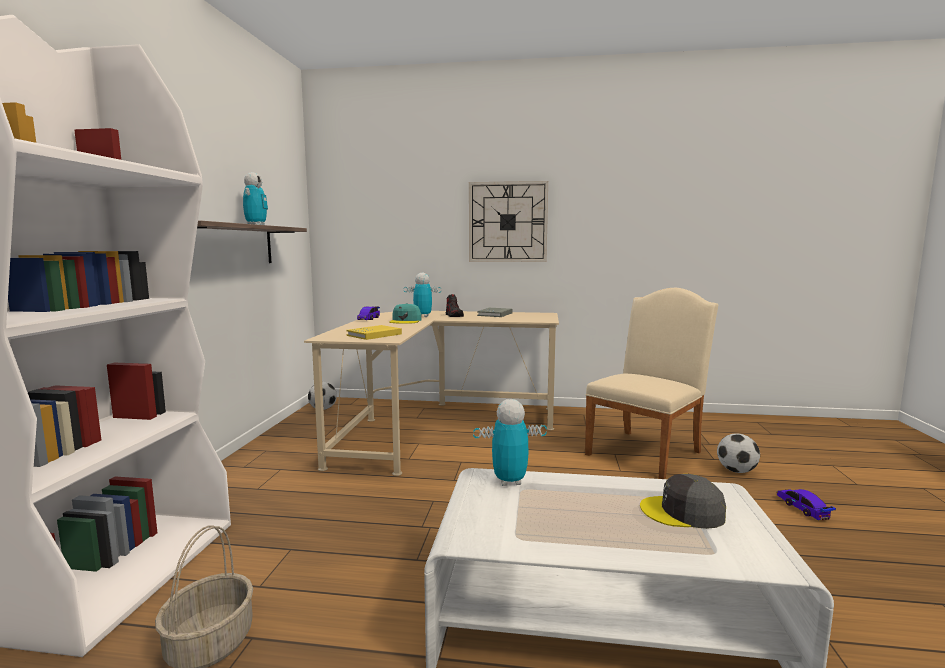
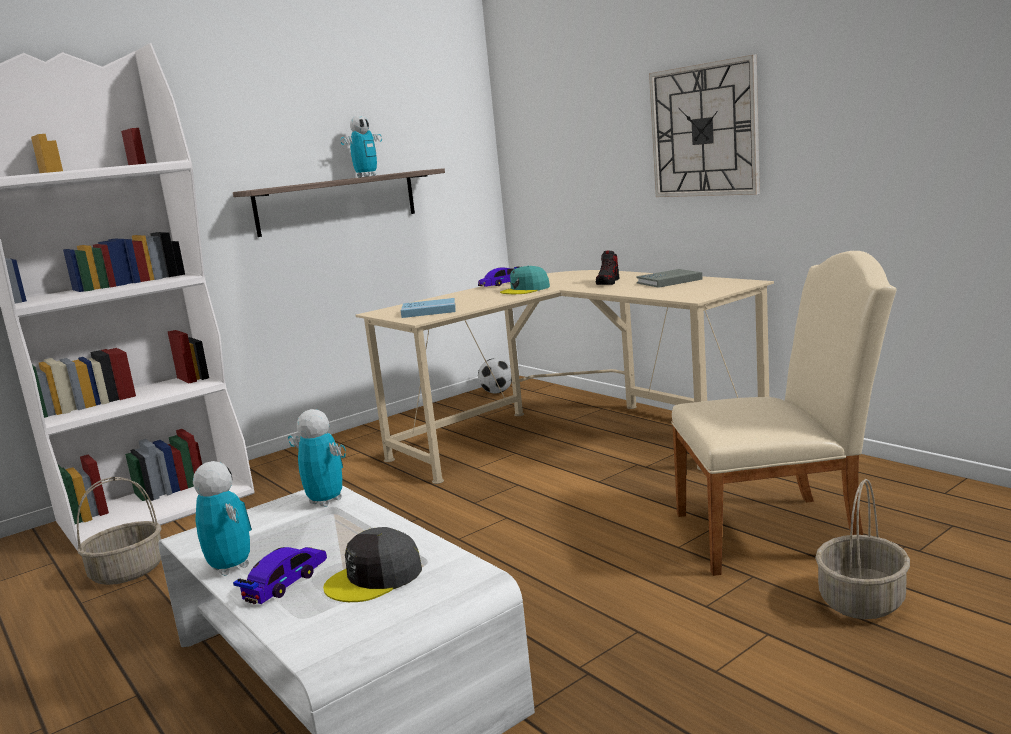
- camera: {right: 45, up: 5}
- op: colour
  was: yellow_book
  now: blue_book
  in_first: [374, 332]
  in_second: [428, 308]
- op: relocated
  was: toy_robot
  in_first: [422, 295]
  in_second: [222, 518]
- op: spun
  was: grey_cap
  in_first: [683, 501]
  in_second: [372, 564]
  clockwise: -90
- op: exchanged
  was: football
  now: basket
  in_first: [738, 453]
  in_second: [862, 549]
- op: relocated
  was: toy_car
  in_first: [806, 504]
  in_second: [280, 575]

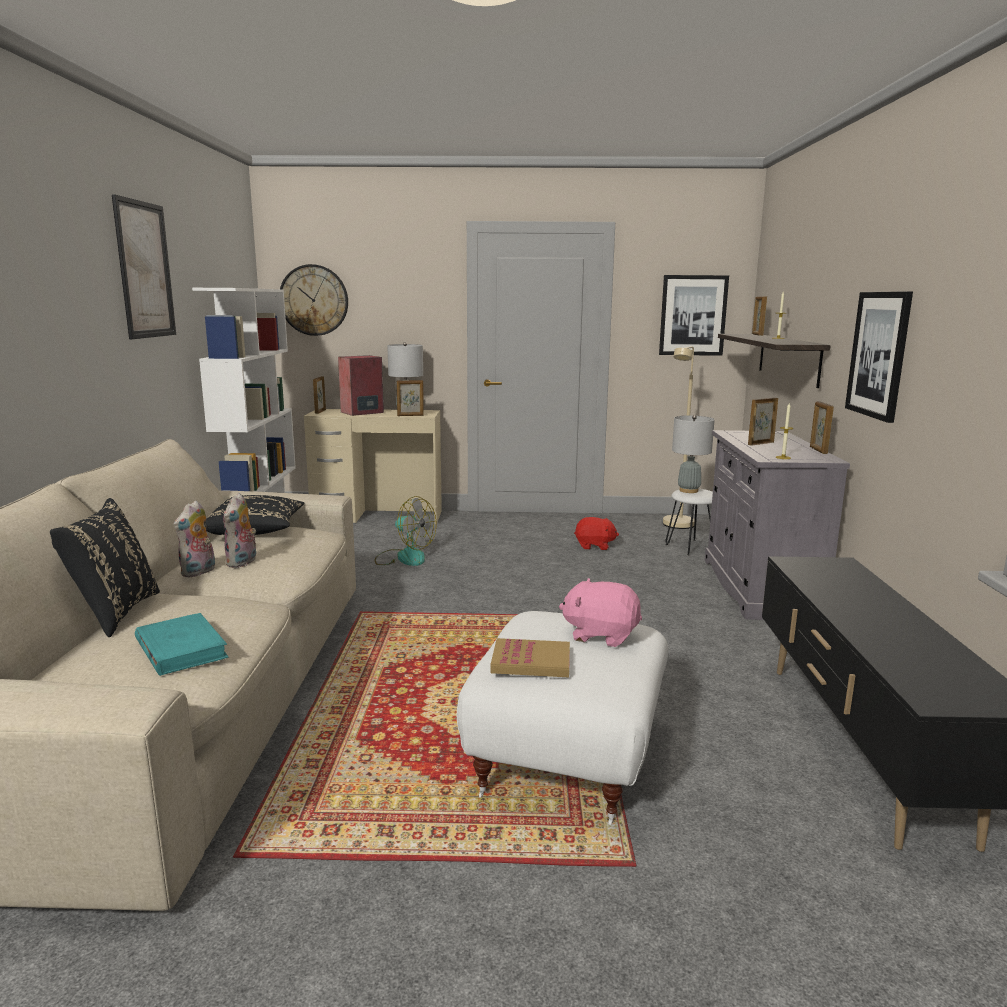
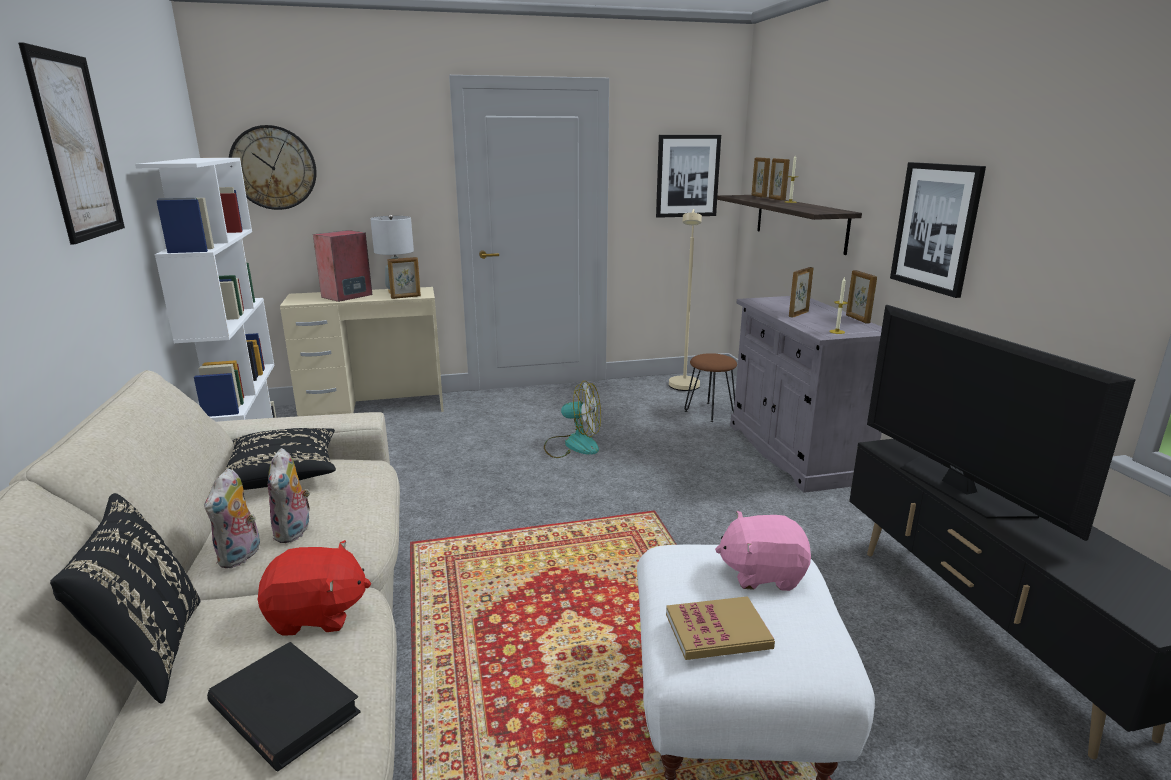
- camera: {right: -15, up: 5}
- op: colour
  was: turquoise_book
  now: black_book
  in_first: [181, 644]
  in_second: [284, 706]
- op: relocated
  was: picture_frame
  in_first: [319, 395]
  in_second: [779, 179]
- op: relocated
  was: fan
  in_first: [405, 531]
  in_second: [572, 419]
- op: relocated
  was: red_plush_toy
  in_first: [596, 533]
  in_second: [314, 588]
- op: colour
  was: white_stool
  now: brown_stool
  in_first: [689, 522]
  in_second: [710, 387]
- op: missing
  was: grey_table_lamp
  in_first: [693, 454]
- op: appeared
  now: television
  in_second: [1001, 423]

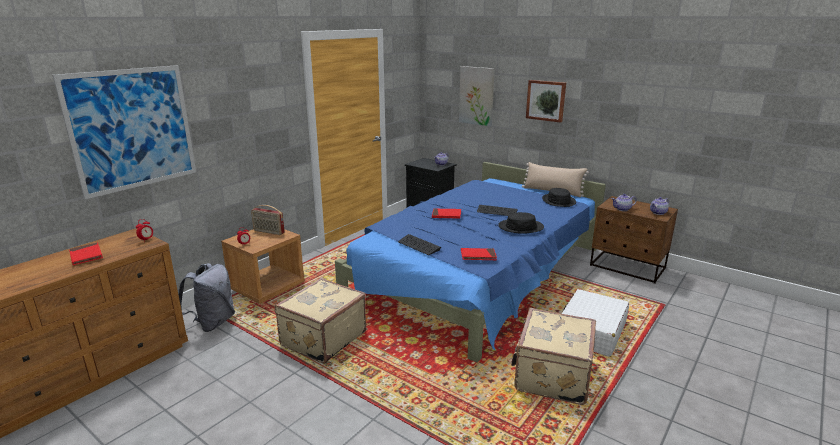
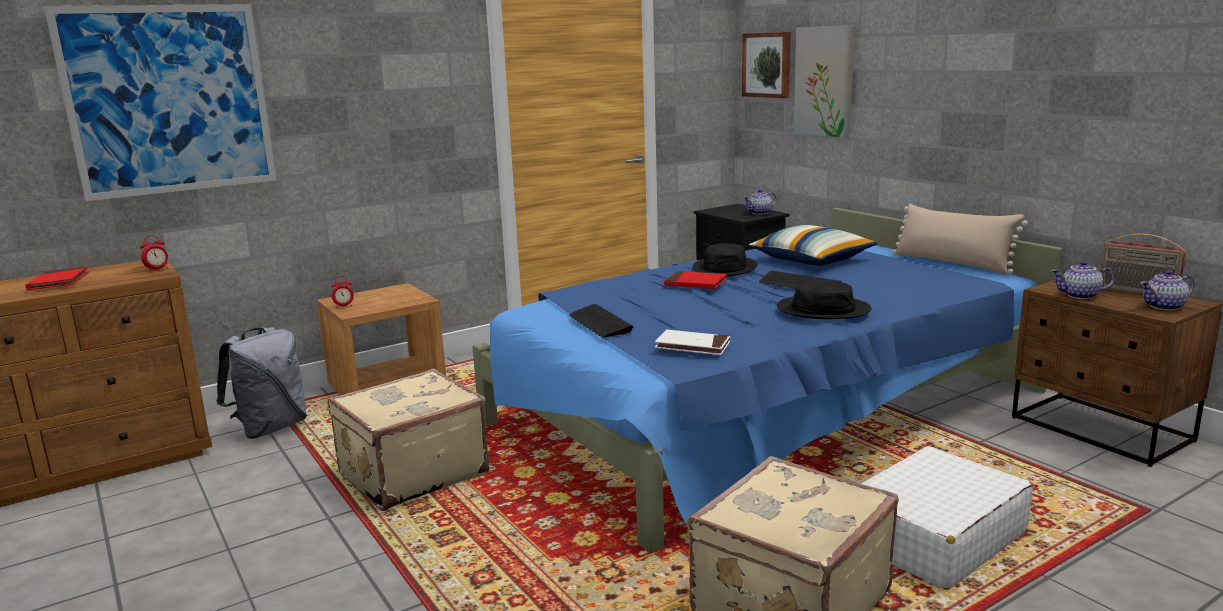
- camera: {right: 20, up: -5}
- op: relocated
  was: radio
  in_first: [268, 220]
  in_second: [1143, 264]
- op: colour
  was: red_book
  now: white_book
  in_first: [479, 254]
  in_second: [692, 342]
- op: relocated
  was: picture
  in_first: [546, 101]
  in_second: [766, 65]
- op: relocated
  was: black_hat
  in_first: [559, 197]
  in_second: [724, 259]
- op: appeared
  now: pillow
  in_second: [813, 245]

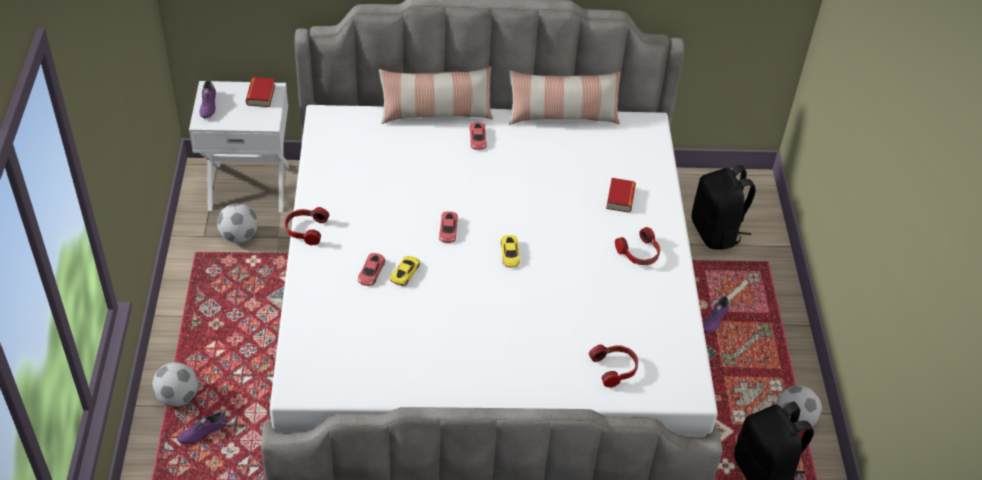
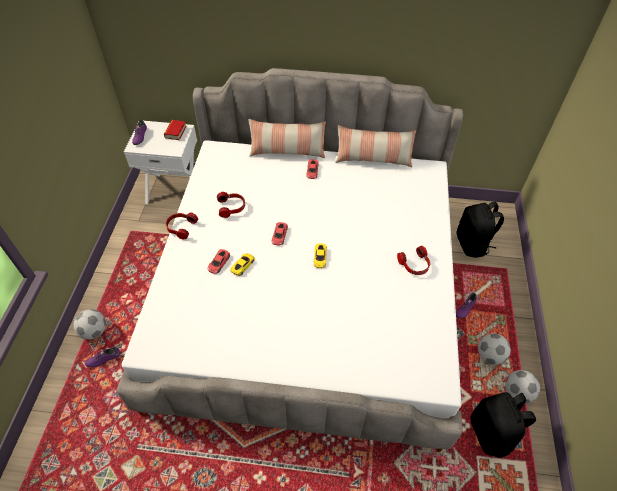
- camera: {right: 10, up: 5}
- op: relocated
  was: football
  in_first: [237, 223]
  in_second: [494, 349]
- op: relocated
  was: headphones
  in_first: [613, 366]
  in_second: [231, 205]
- op: missing
  was: book
  in_first: [621, 195]

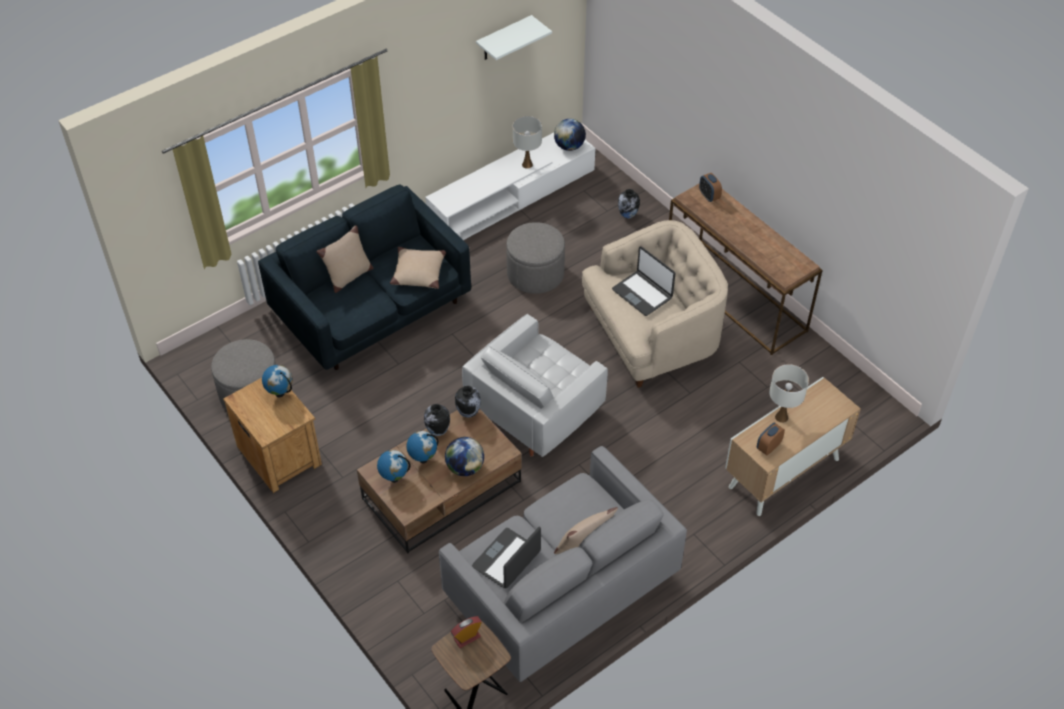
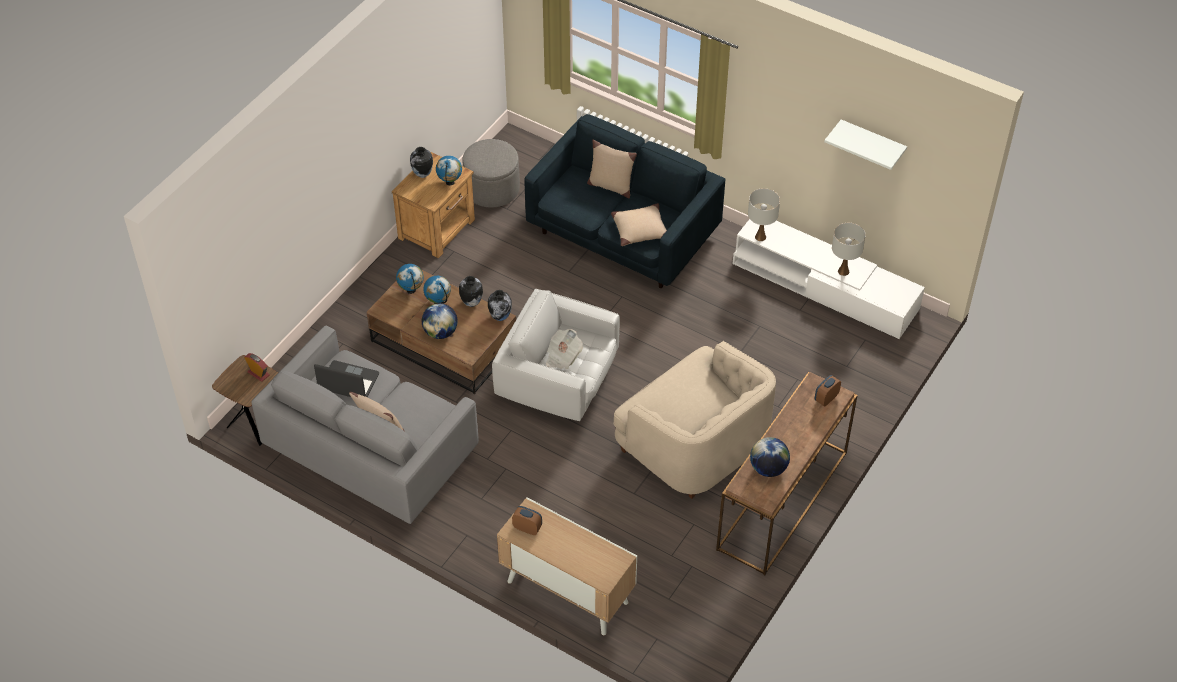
- camera: {right: 70, up: 0}
- op: missing
  was: grey_ottoman
  in_first: [535, 258]
- op: relocated
  was: globe
  in_first: [570, 135]
  in_second: [770, 457]
- op: missing
  was: laptop
  in_first: [644, 281]
- op: relocated
  was: vase
  in_first: [629, 204]
  in_second: [421, 162]
- op: relocated
  was: white_table_lamp
  in_first: [789, 393]
  in_second: [764, 214]
- op: appeared
  now: newspaper
  in_second: [564, 349]

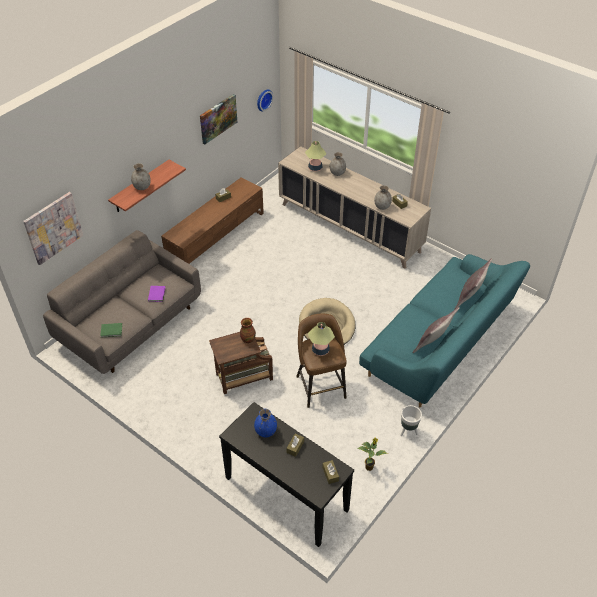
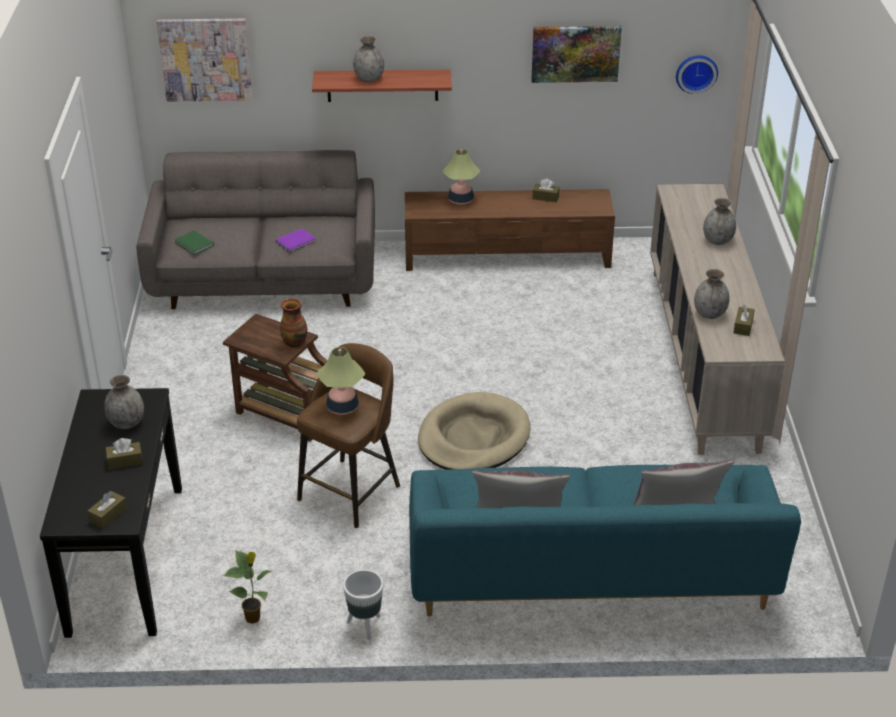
- camera: {right: 50, up: -10}
- op: colour
  was: blue_vase
  now: grey_vase
  in_first: [265, 423]
  in_second: [124, 402]
- op: relocated
  was: table_lamp
  in_first: [315, 156]
  in_second: [461, 177]

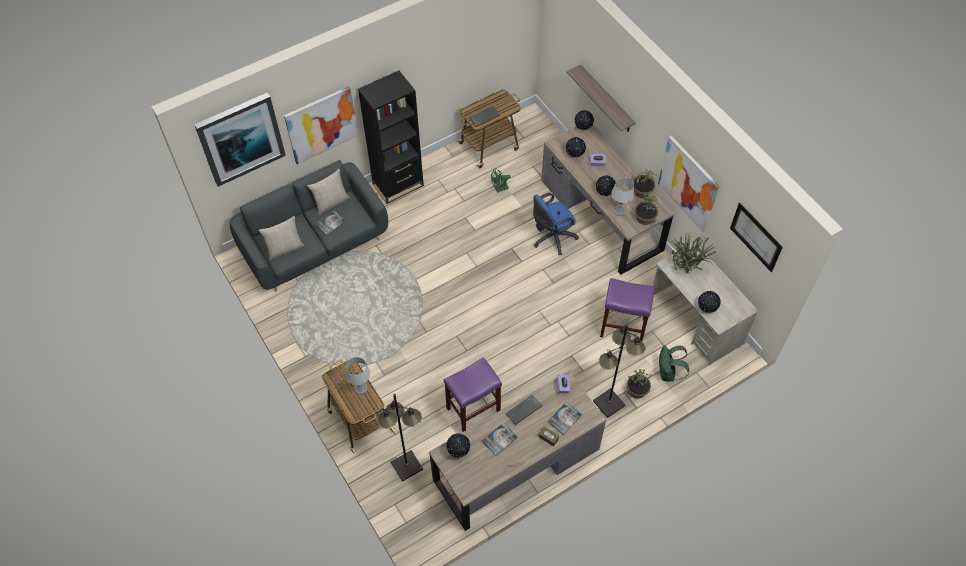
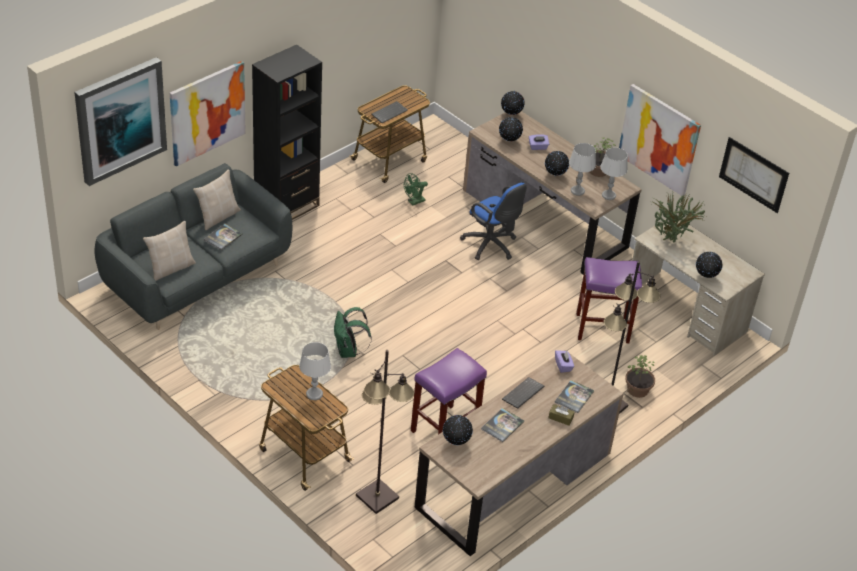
- camera: {right: -15, up: -15}
- op: spun
  was: blue_office_chair
  in_first: [556, 224]
  in_second: [493, 221]
  clockwise: -90
- op: missing
  was: shelf
  in_first: [601, 98]
- op: exchanged
  was: potted_plant
  now: grey_table_lamp
  in_first: [646, 208]
  in_second: [614, 173]
- op: relocated
  was: green_backpack
  in_first: [674, 363]
  in_second: [353, 332]

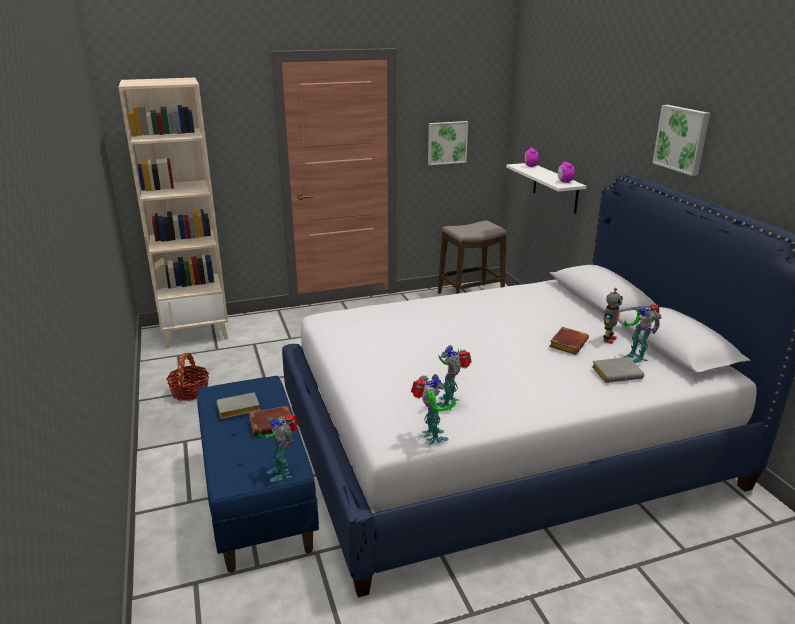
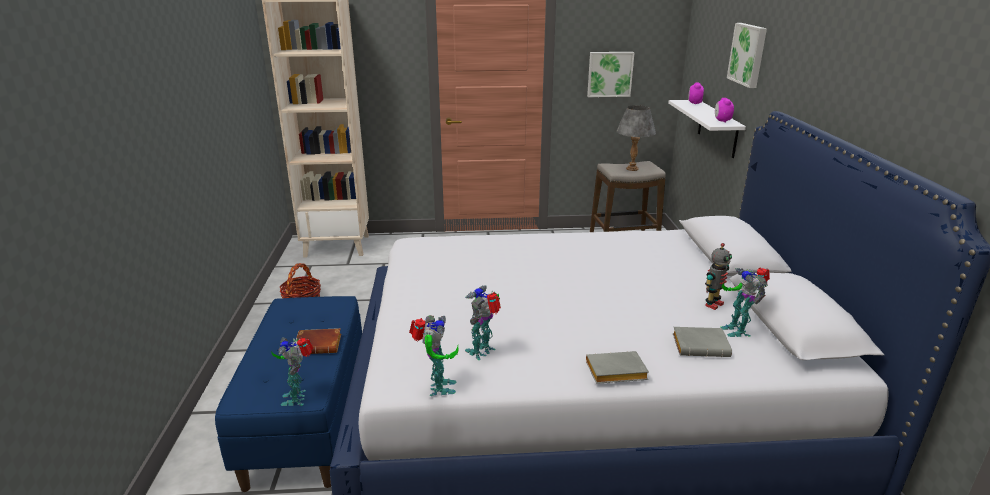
- camera: {right: 15, up: 0}
- op: relocated
  was: grey_book
  in_first: [238, 405]
  in_second: [617, 367]
- op: missing
  was: brown_book
  in_first: [569, 341]
- op: relocated
  was: picture
  in_first: [681, 140]
  in_second: [747, 55]
- op: appeared
  now: grey_table_lamp
  in_second: [636, 138]

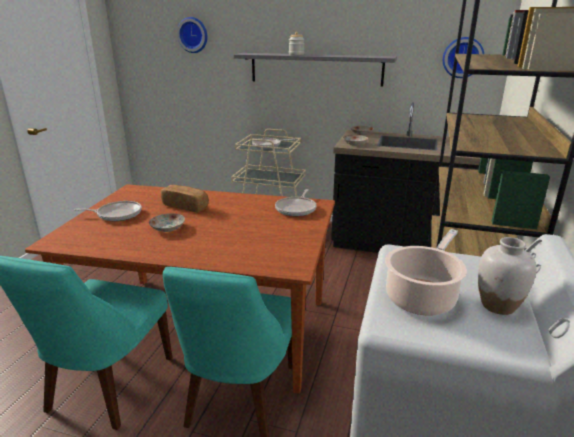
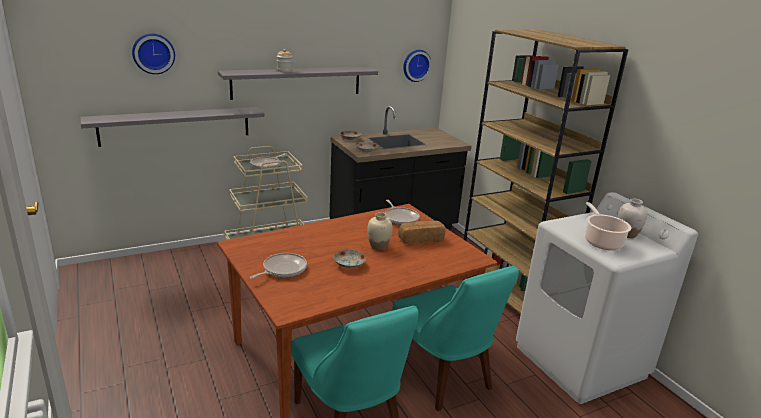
- camera: {right: -45, up: 0}
- op: relocated
  was: bread
  in_first: [185, 198]
  in_second: [421, 232]
- op: appeared
  now: grey_shelf
  in_second: [172, 127]
- op: appeared
  now: beige_vase
  in_second: [380, 231]

